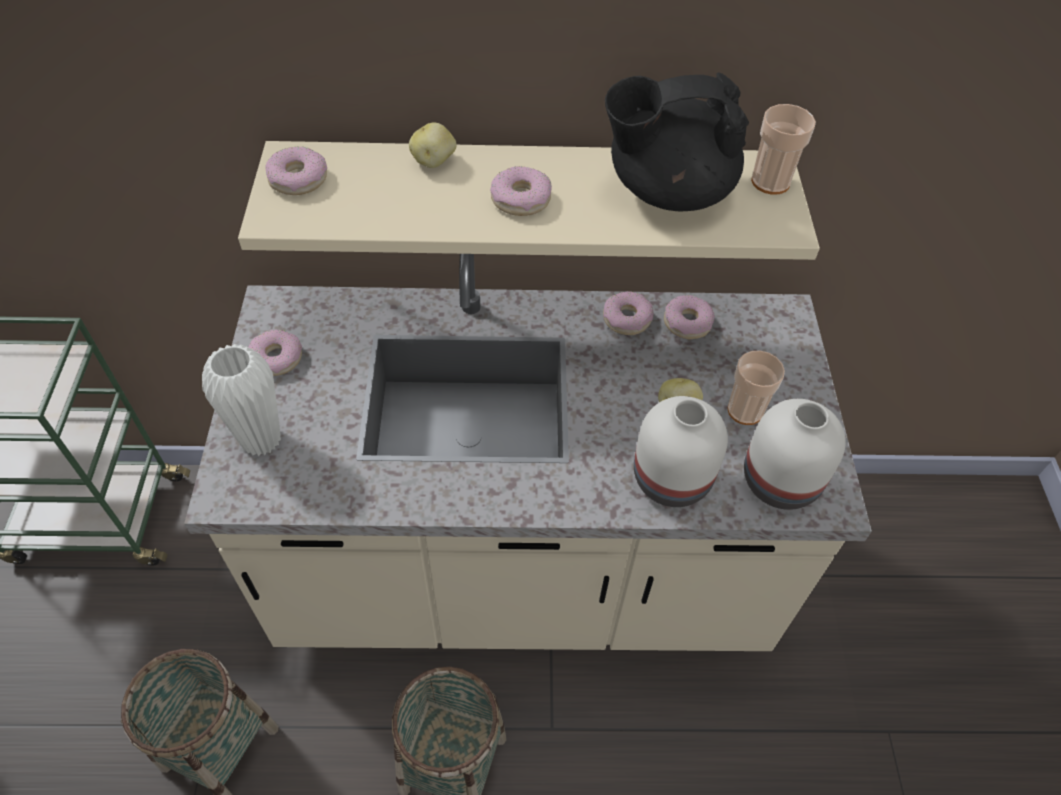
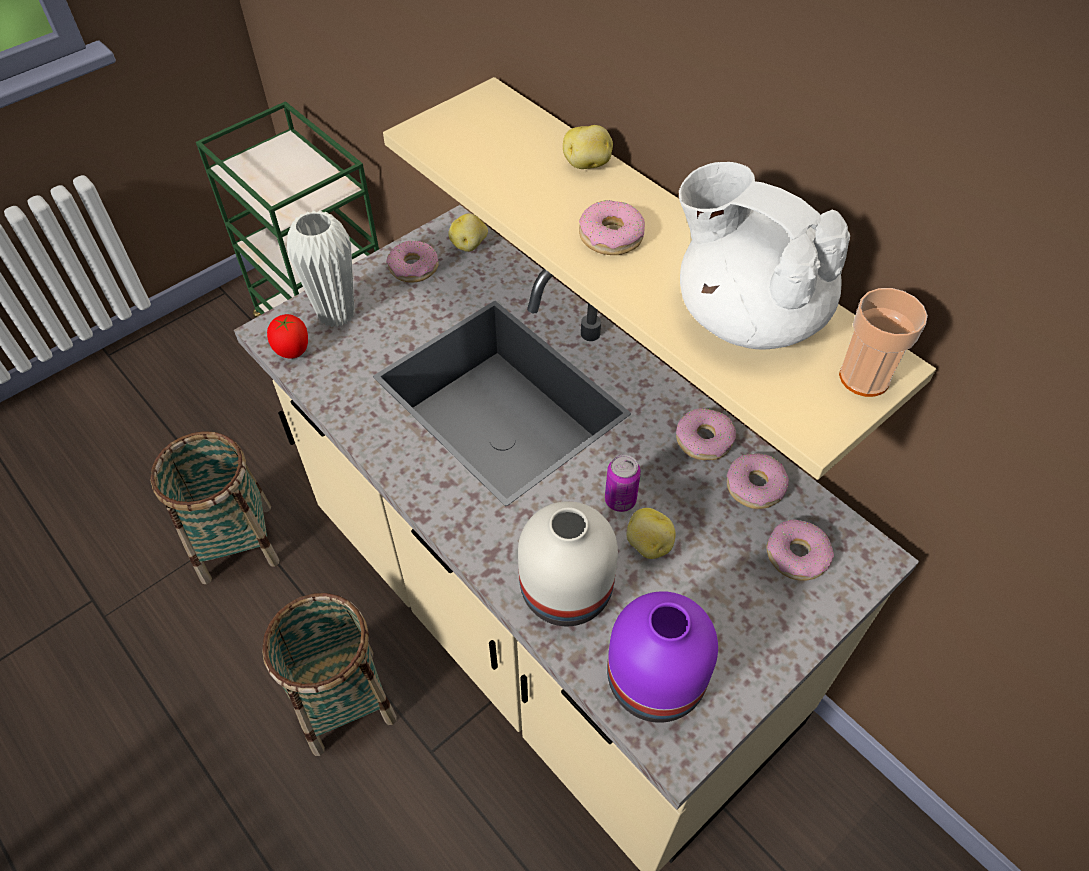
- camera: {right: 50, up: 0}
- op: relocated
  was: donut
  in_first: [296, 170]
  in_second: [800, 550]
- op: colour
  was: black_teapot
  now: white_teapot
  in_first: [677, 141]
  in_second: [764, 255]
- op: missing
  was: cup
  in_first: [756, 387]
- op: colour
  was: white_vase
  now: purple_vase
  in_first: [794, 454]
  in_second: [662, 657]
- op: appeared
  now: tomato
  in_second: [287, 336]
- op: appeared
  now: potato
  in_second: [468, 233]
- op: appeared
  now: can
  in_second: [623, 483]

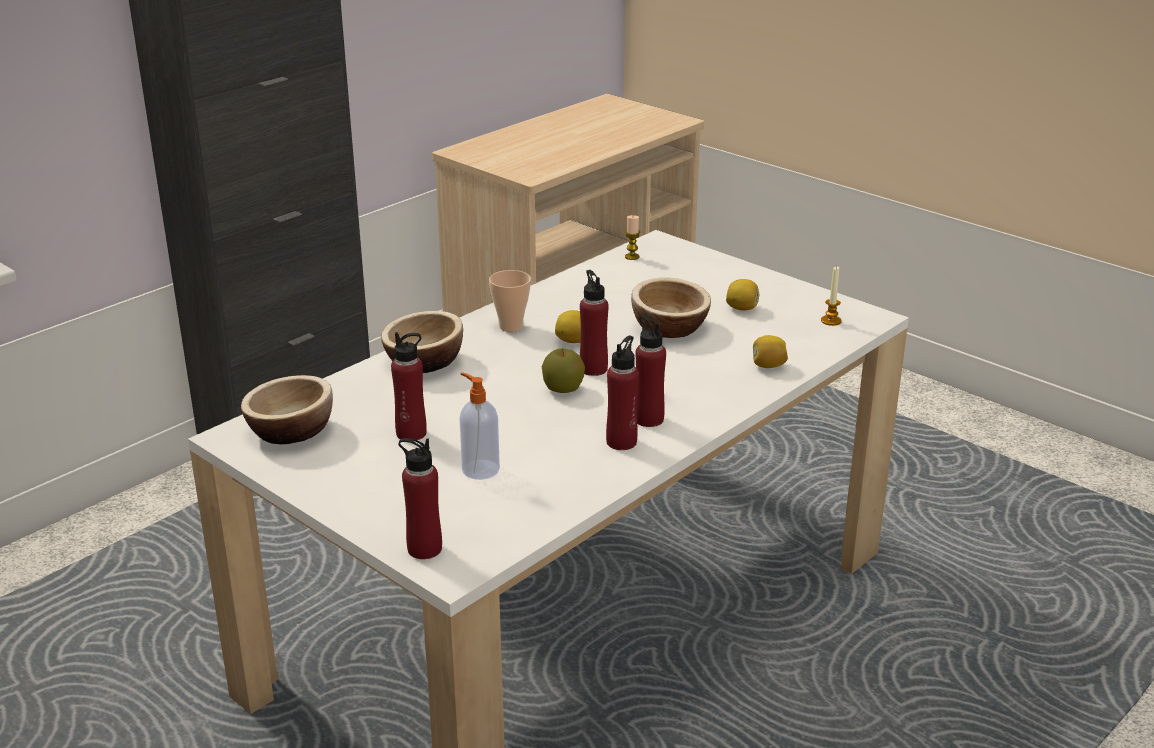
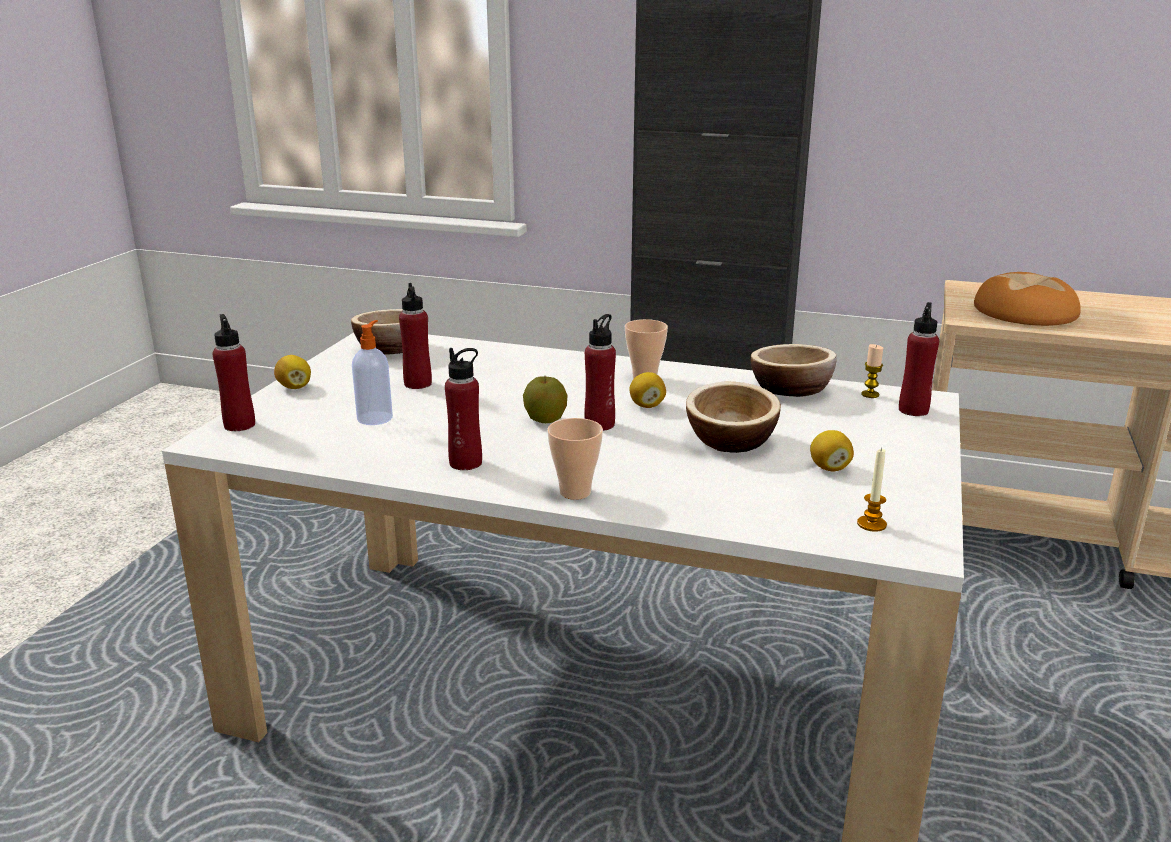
- camera: {right: 65, up: -5}
- op: relocated
  was: bowl
  in_first: [422, 342]
  in_second: [794, 370]
- op: relocated
  was: red_bottle
  in_first: [651, 371]
  in_second: [919, 359]
- op: relocated
  was: lemon
  in_first: [770, 351]
  in_second: [292, 372]
- op: appeared
  now: cup
  in_second: [575, 459]
- op: appeared
  now: bread
  in_second: [1027, 299]

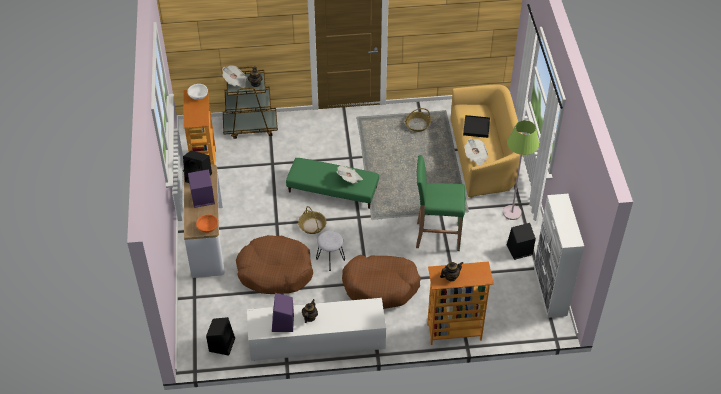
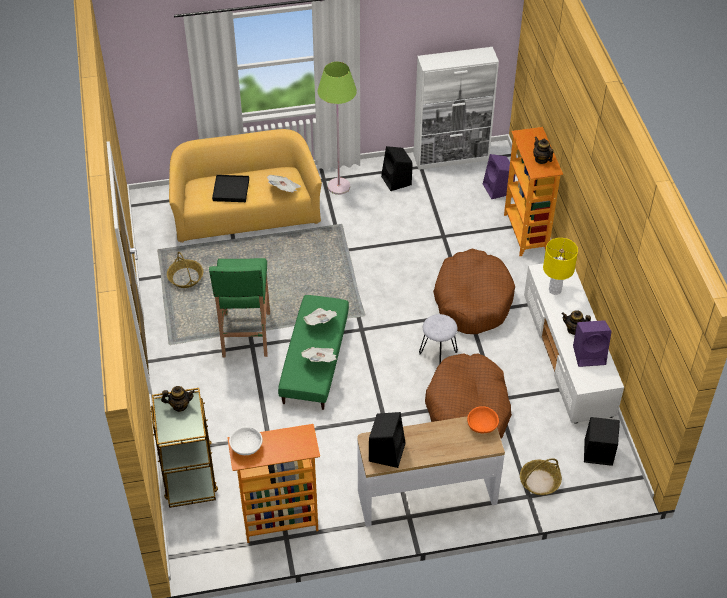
- camera: {right: -95, up: 0}
- op: relocated
  was: purple_speaker
  in_first: [201, 189]
  in_second: [499, 176]
- op: relocated
  was: newspaper
  in_first: [234, 76]
  in_second: [319, 354]
- op: relocated
  was: basket
  in_first: [312, 220]
  in_second: [541, 476]
- op: relocated
  was: green_stool
  in_first: [440, 203]
  in_second: [239, 307]
- op: appeared
  now: yellow_table_lamp
  in_second: [560, 266]

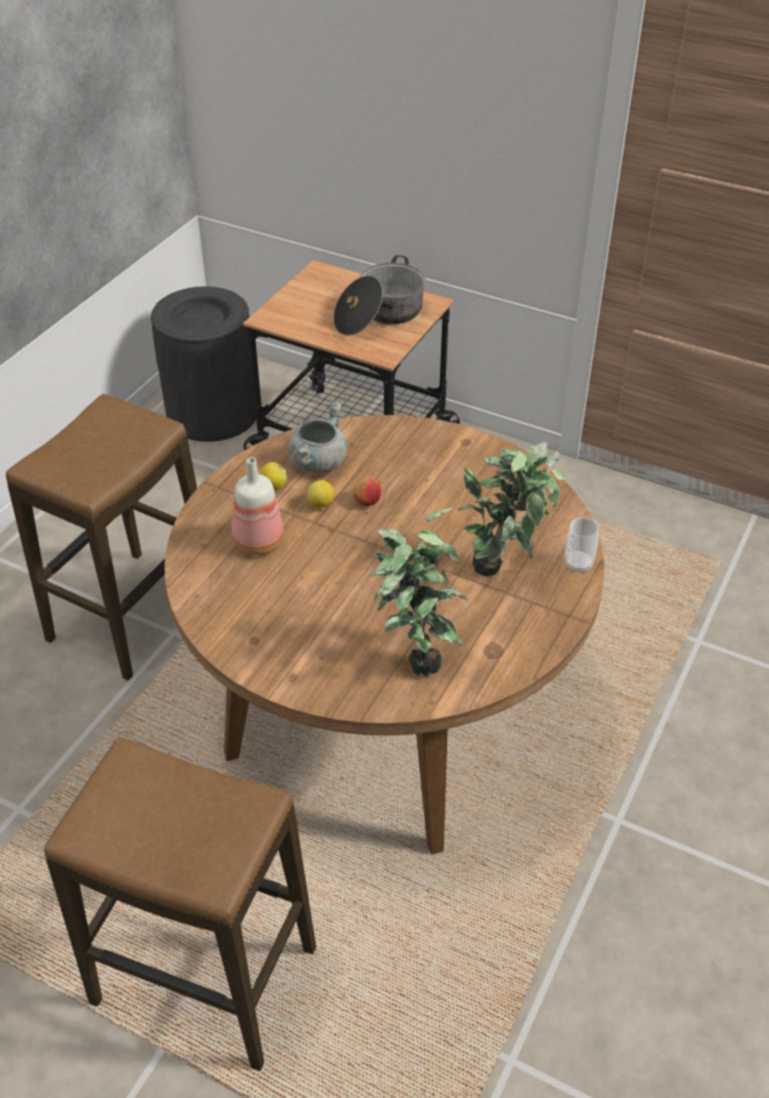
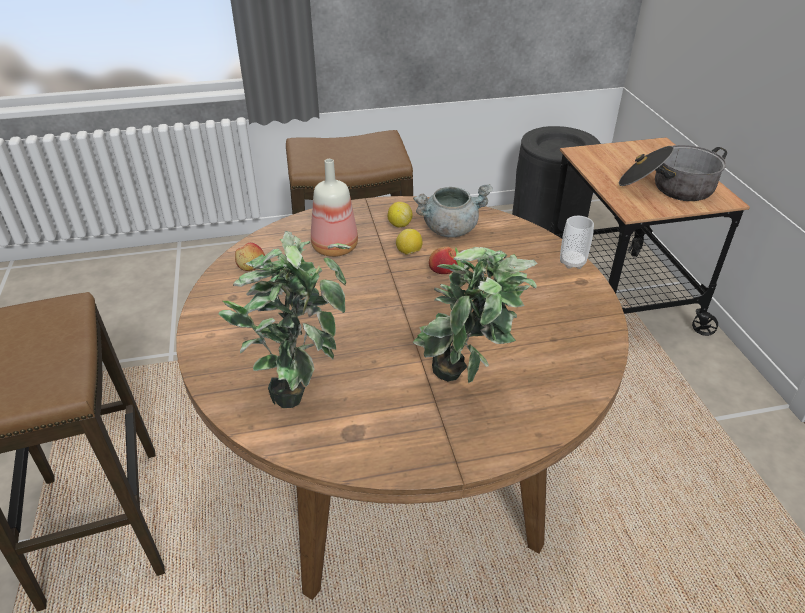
- camera: {right: 50, up: -5}
- op: relocated
  was: cup
  in_first: [582, 545]
  in_second: [577, 242]
- op: appeared
  now: apple
  in_second: [250, 257]

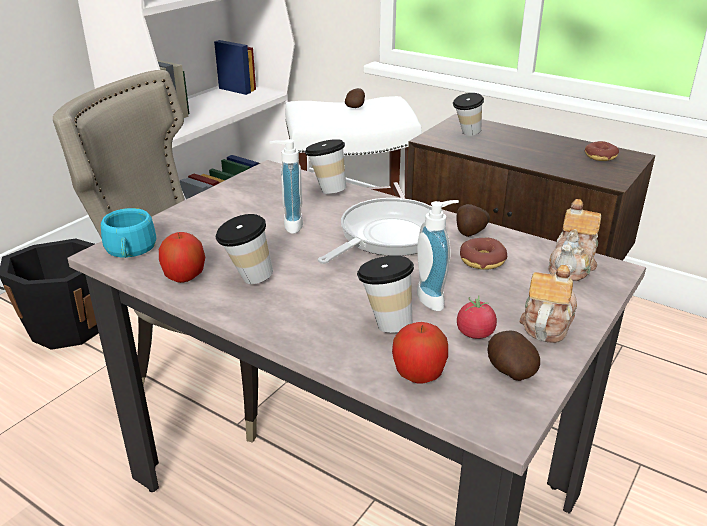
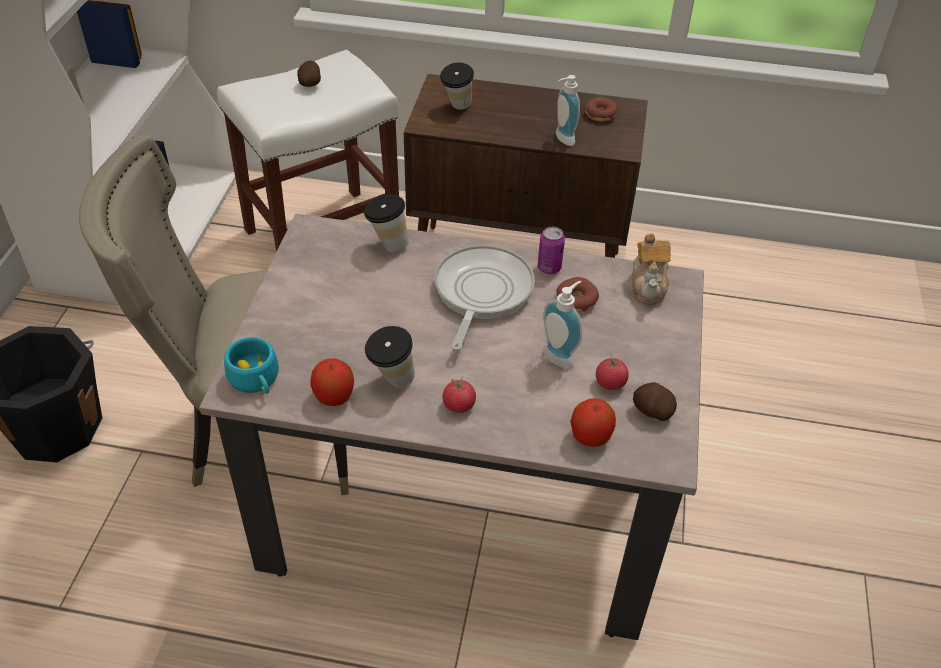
- camera: {right: -25, up: 15}
- op: relocated
  was: soap_dispenser
  in_first: [286, 186]
  in_second: [568, 110]
- op: missing
  was: cup
  in_first: [385, 294]
- op: exchanged
  was: potato
  now: can
  in_first: [473, 220]
  in_second: [551, 250]
- op: missing
  was: teapot
  in_first: [548, 303]
- op: appeared
  now: tomato
  in_second: [459, 394]

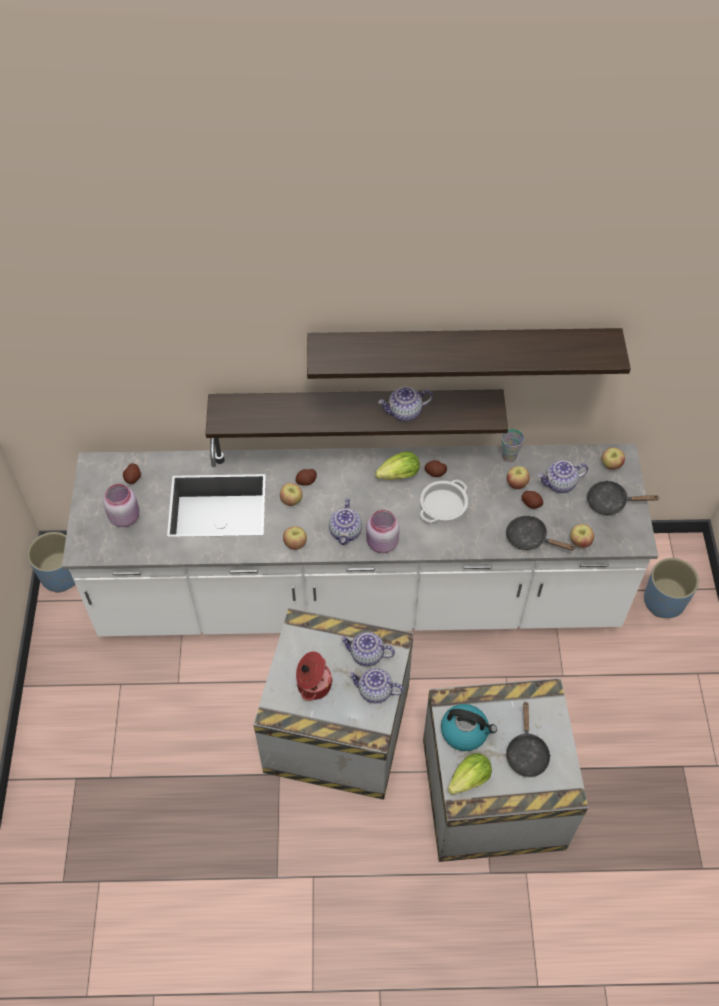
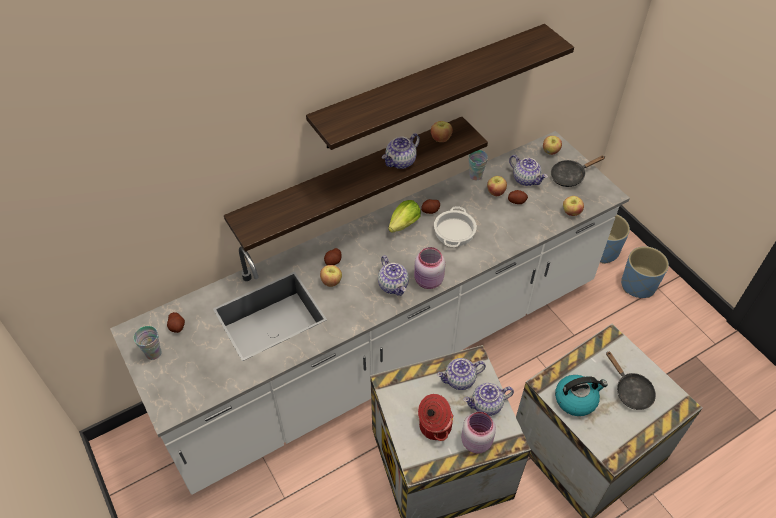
- camera: {right: -30, up: -5}
- op: relocated
  was: blue_planter
  in_first: [51, 562]
  in_second: [645, 272]
- op: relocated
  was: pink_jar
  in_first: [121, 505]
  in_second: [478, 432]
- op: relocated
  was: apple
  in_first: [295, 538]
  in_second: [442, 131]
- op: missing
  was: lettuce
  in_first: [469, 774]
- op: missing
  was: black_frying_pan
  in_first: [541, 533]
- op: spun
  was: teapot
  in_first: [563, 476]
  in_second: [528, 170]
  clockwise: -90
- op: appeared
  now: cup
  in_second: [148, 343]

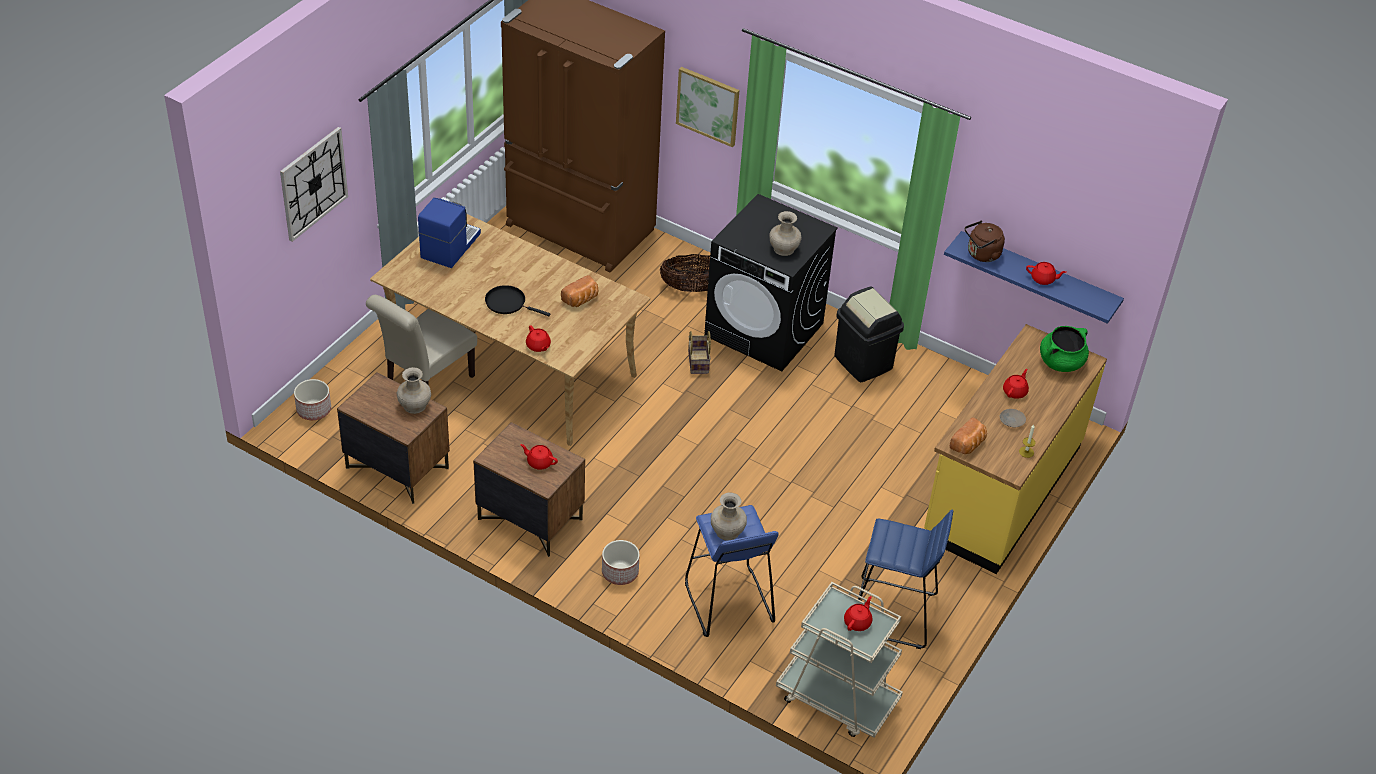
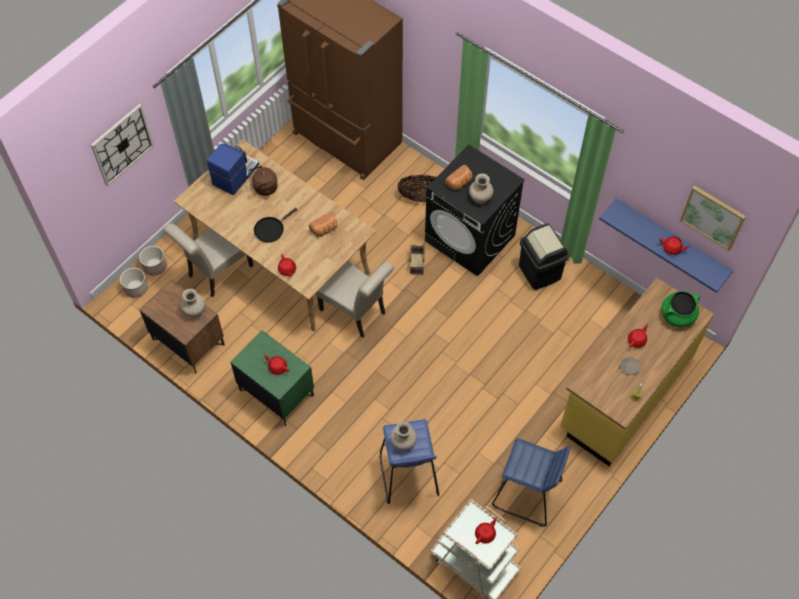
- camera: {right: 10, up: 15}
- op: colour
  was: brown_nightstand
  now: green_nightstand
  in_first: [529, 489]
  in_second: [272, 378]
- op: spun
  was: black_frying_pan
  in_first: [517, 300]
  in_second: [275, 225]
  clockwise: -75
- op: relocated
  was: planter
  in_first: [621, 562]
  in_second: [153, 260]
- op: relocated
  was: picture
  in_first: [707, 107]
  in_second: [713, 218]
- op: relocated
  was: bread
  in_first: [968, 435]
  in_second: [459, 177]
- op: relocated
  was: brown_kettle
  in_first: [985, 241]
  in_second: [263, 181]
- op: appeared
  now: beige_chair
  in_second: [354, 299]

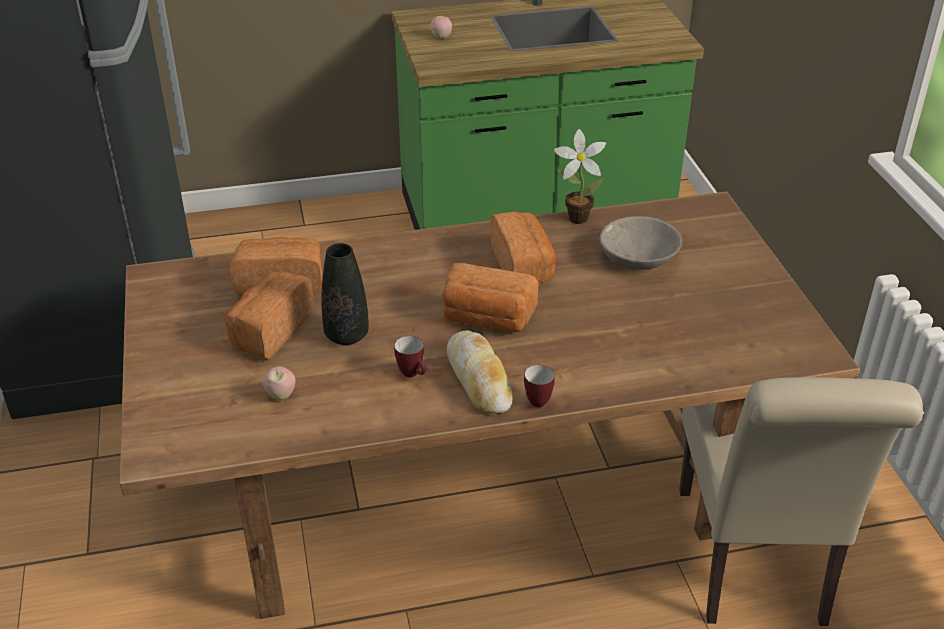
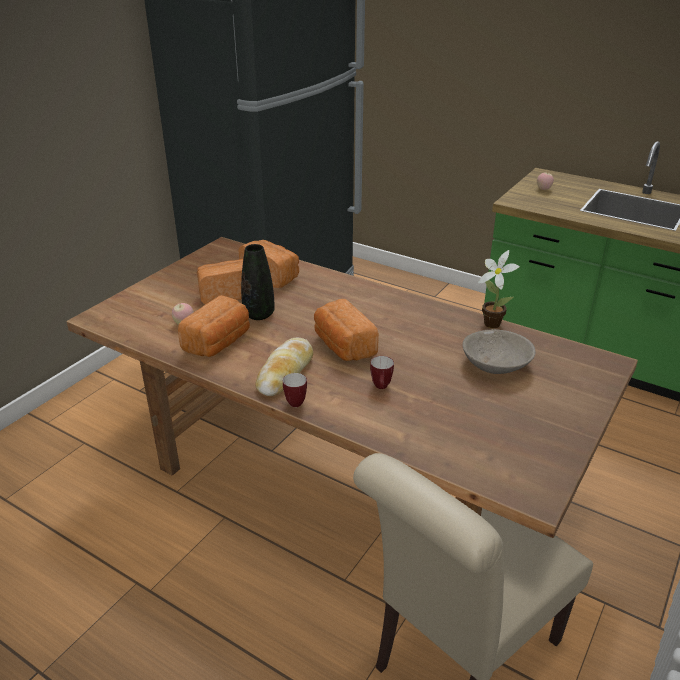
- camera: {right: 45, up: -5}
- op: relocated
  was: mug
  in_first: [410, 356]
  in_second: [382, 372]
- op: relocated
  was: bread
  in_first: [523, 248]
  in_second: [214, 326]

